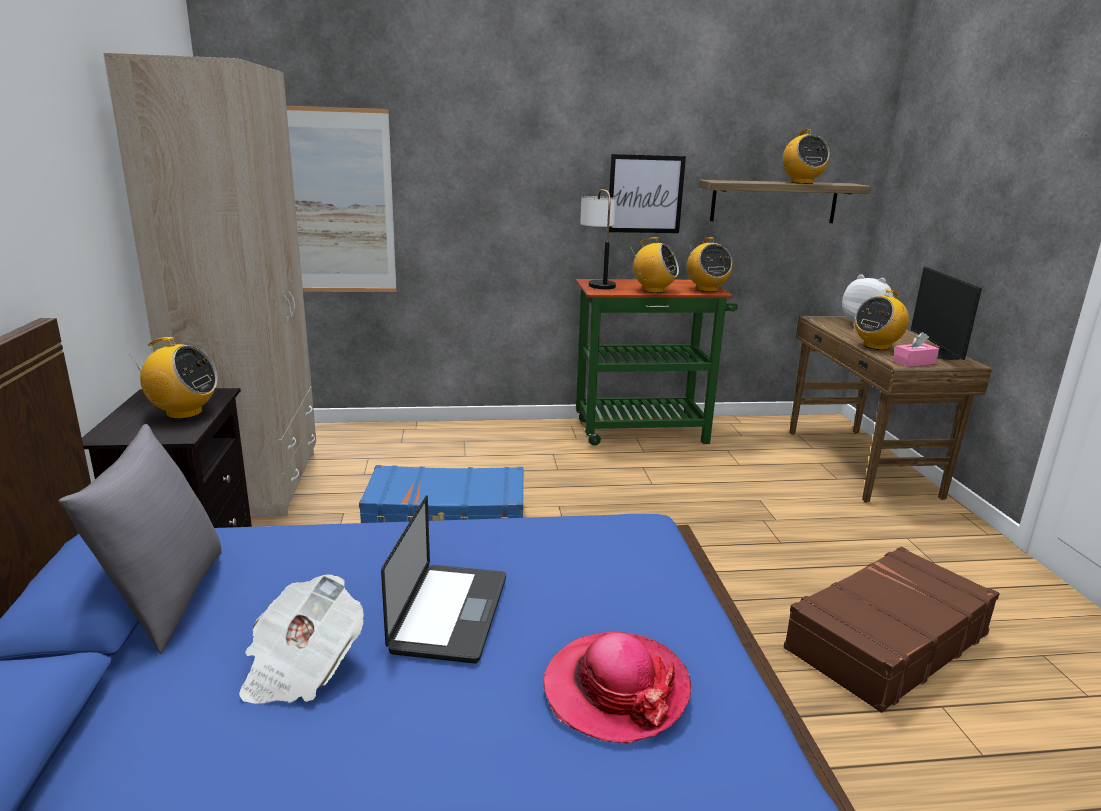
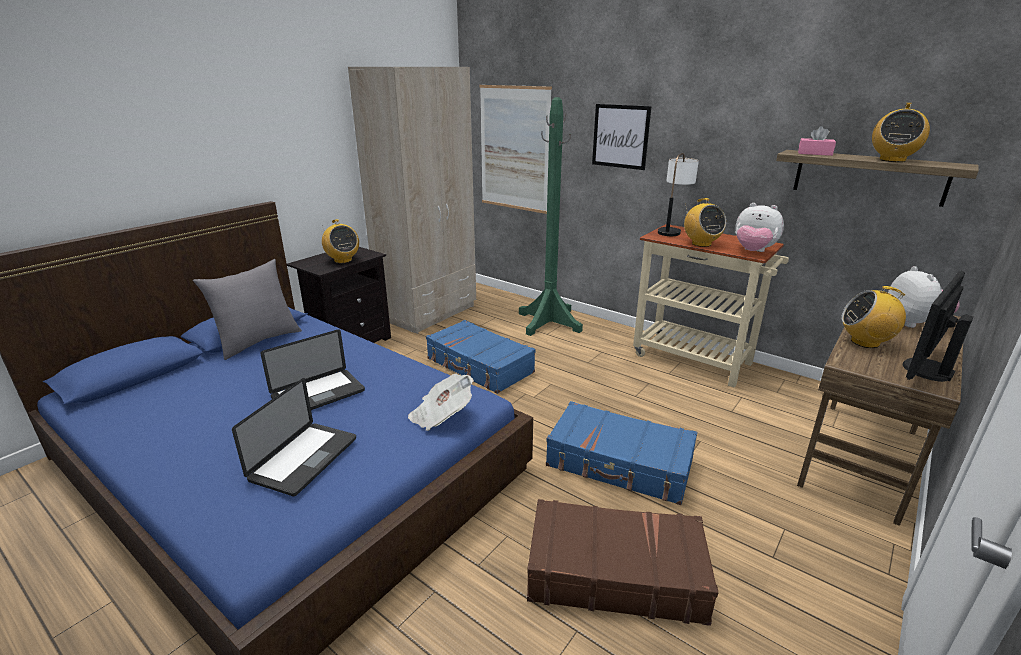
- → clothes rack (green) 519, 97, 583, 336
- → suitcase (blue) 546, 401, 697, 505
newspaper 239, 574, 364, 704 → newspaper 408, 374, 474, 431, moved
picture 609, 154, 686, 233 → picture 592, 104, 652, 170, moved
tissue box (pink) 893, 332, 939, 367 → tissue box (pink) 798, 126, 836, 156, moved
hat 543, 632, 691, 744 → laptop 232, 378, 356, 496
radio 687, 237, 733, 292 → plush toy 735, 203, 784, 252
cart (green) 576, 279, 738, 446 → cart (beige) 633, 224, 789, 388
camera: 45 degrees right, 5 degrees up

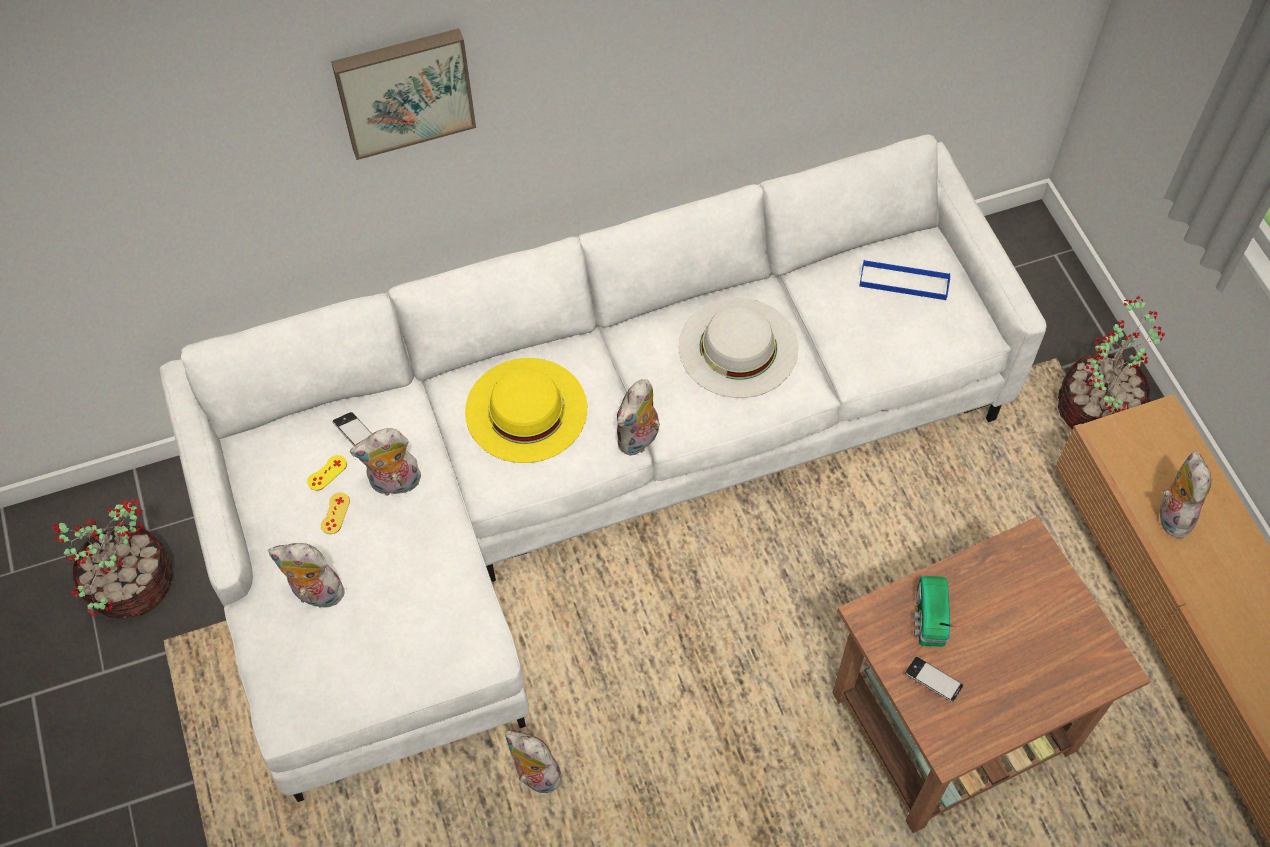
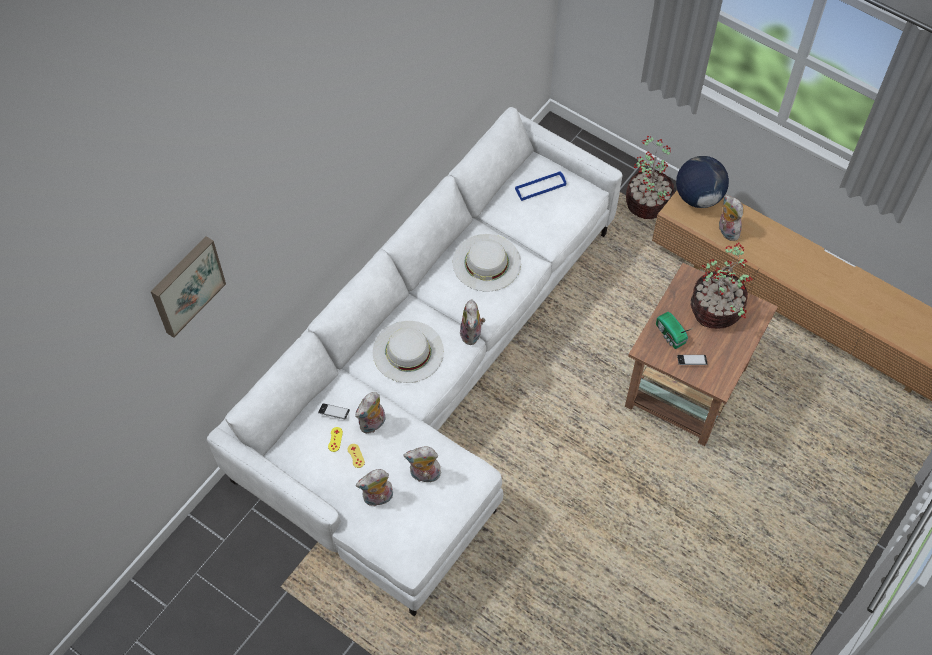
- → globe 676, 156, 729, 208
potted plant 51, 499, 173, 618 → potted plant 690, 242, 753, 329, moved
picture 331, 28, 476, 160 → picture 151, 236, 226, 338, moved
plush toy 505, 730, 562, 793 → plush toy 403, 447, 441, 482, moved
hat (yellow) 465, 358, 587, 463 → hat (white) 373, 321, 444, 383
camera: 35 degrees left, 0 degrees up

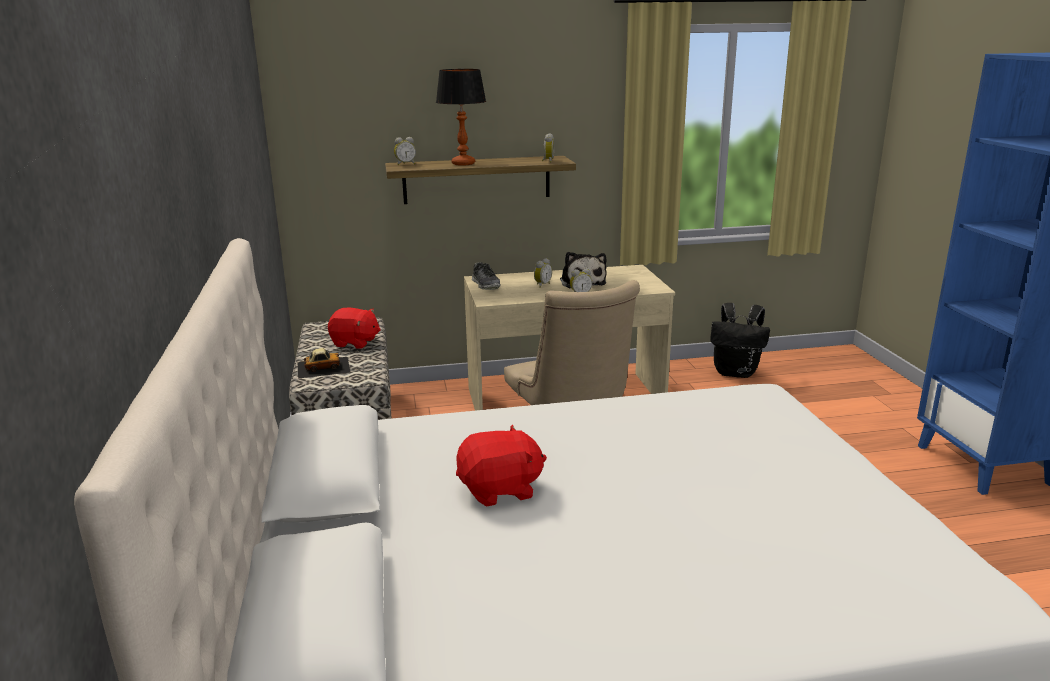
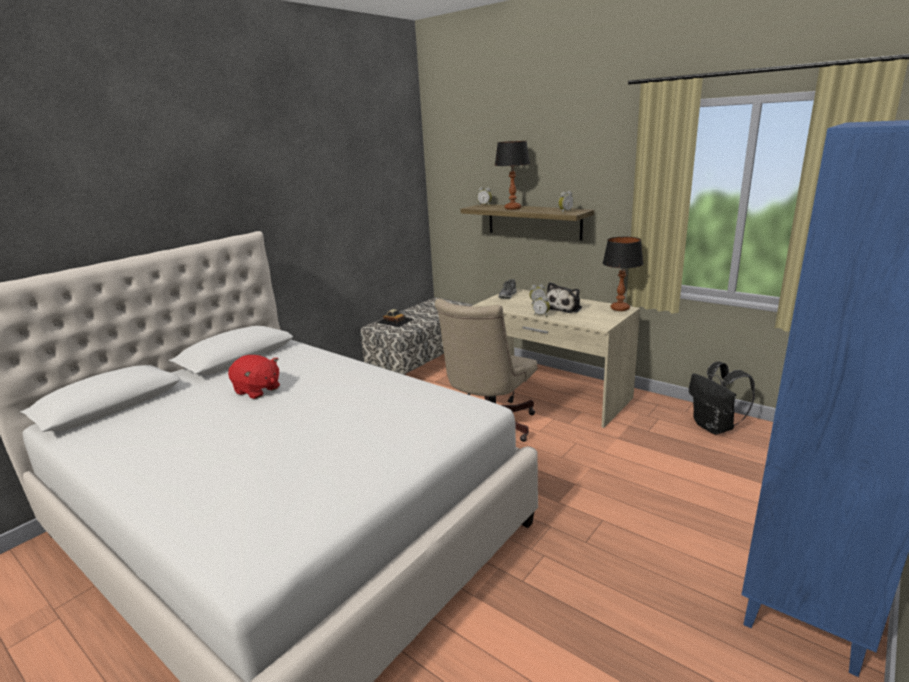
plush toy (red) 328, 308, 381, 349 → -
- → table lamp 603, 237, 644, 311
camera: 50 degrees right, 0 degrees up

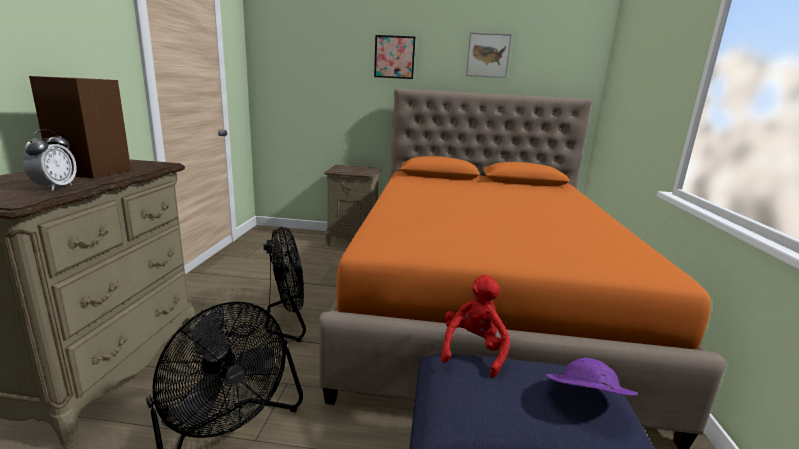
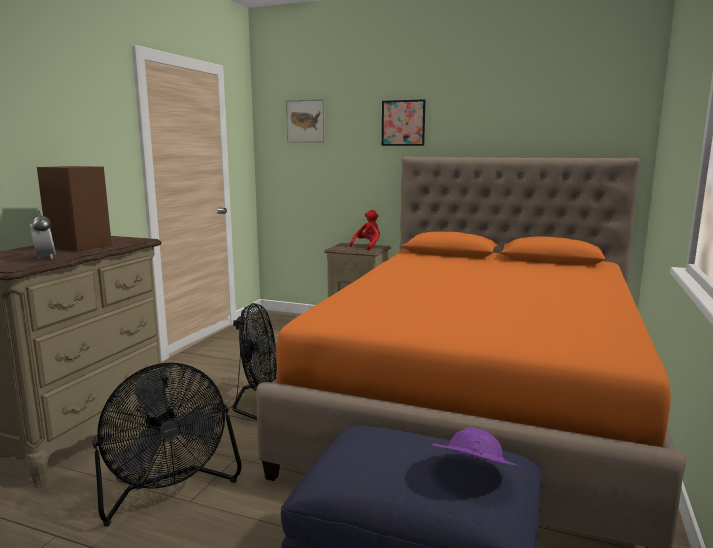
plush toy (red) 441, 275, 510, 378 → plush toy (red) 349, 210, 380, 250, moved
picture 466, 32, 512, 78 → picture 286, 99, 325, 143, moved
alarm clock 23, 129, 77, 191 → alarm clock 30, 210, 56, 259, 45 degrees counterclockwise
camera: 15 degrees right, 5 degrees down

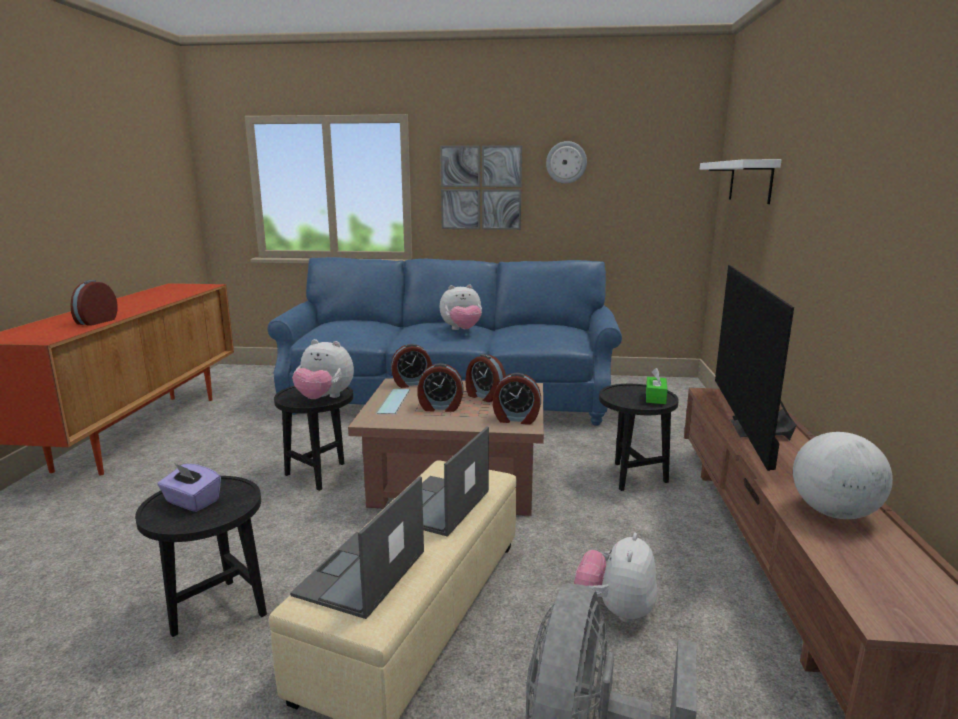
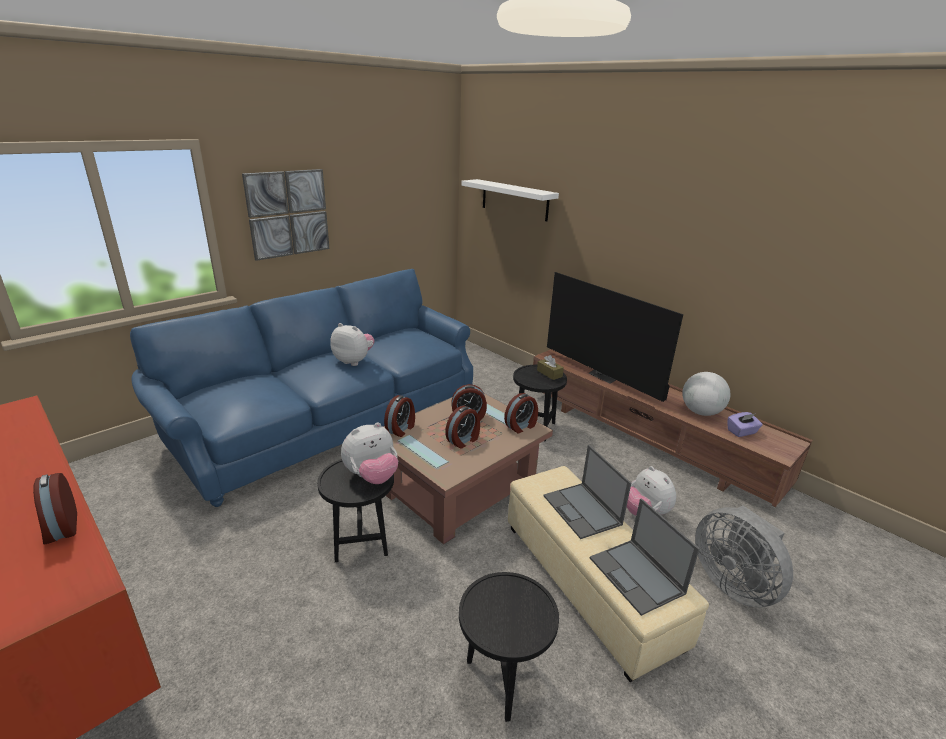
wall clock 546, 141, 587, 184 → -
tissue box (purple) 158, 463, 221, 512 → tissue box (purple) 728, 412, 763, 437, moved
tissue box (green) 646, 368, 668, 404 → tissue box (brown) 537, 355, 564, 380
plush toy 440, 284, 482, 330 → plush toy 330, 323, 374, 366, 90 degrees counterclockwise
camera: 50 degrees left, 10 degrees up

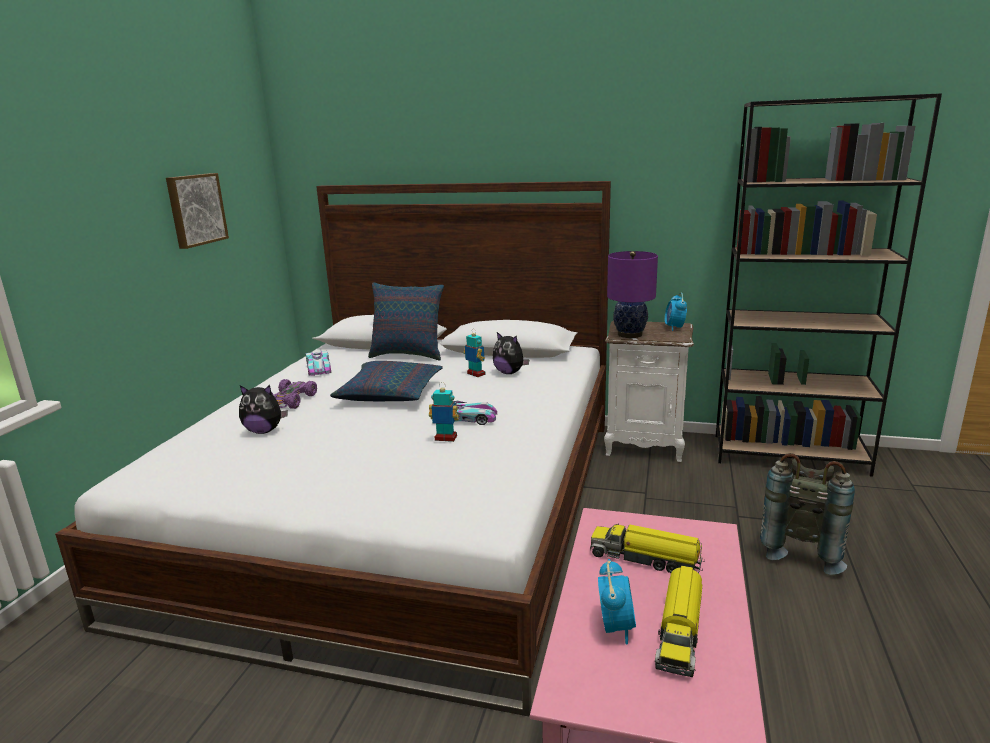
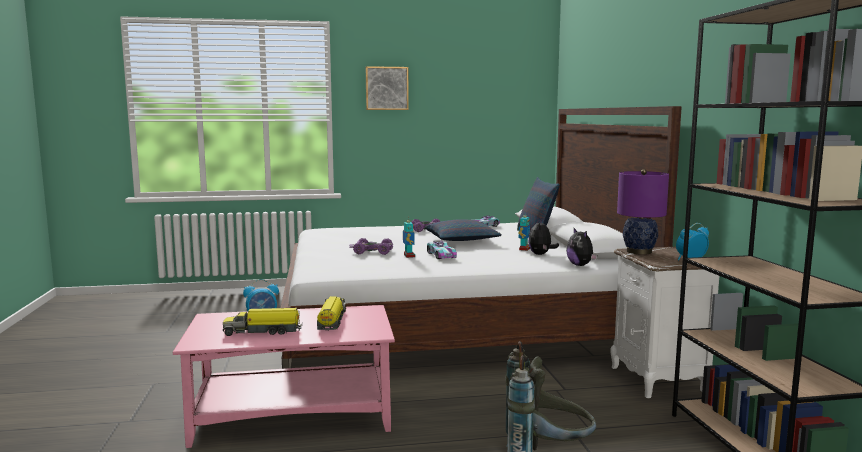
- → toy car (purple) 349, 238, 393, 255
picture 166, 173, 229, 249 → picture 366, 66, 409, 110, moved
plush toy 239, 385, 288, 434 → plush toy 566, 227, 597, 266, moved
camera: 65 degrees right, 10 degrees down

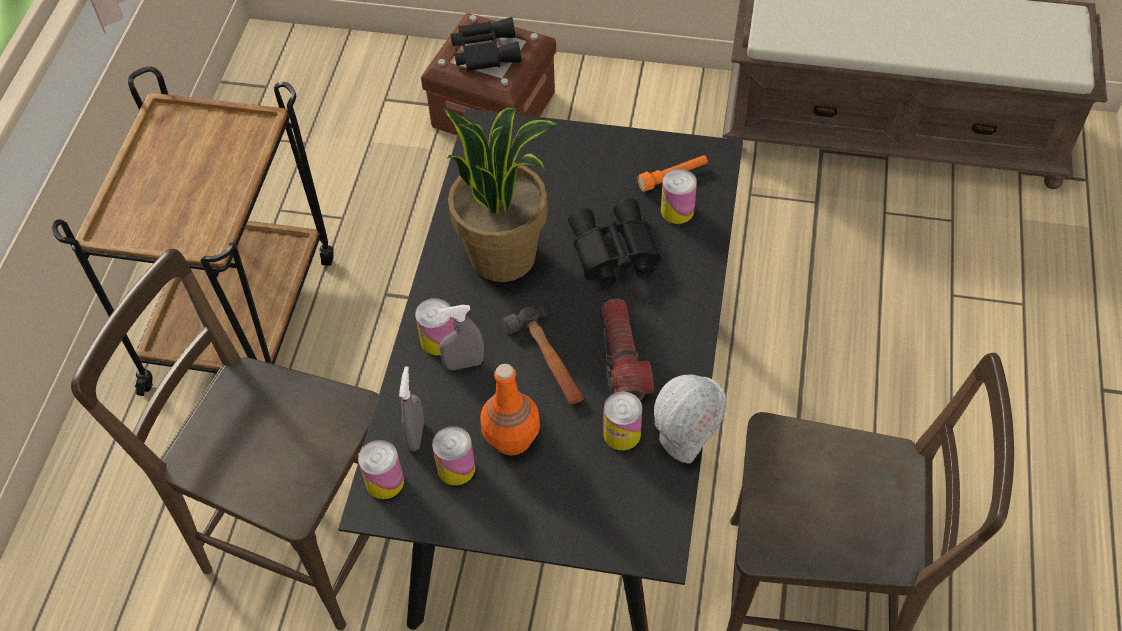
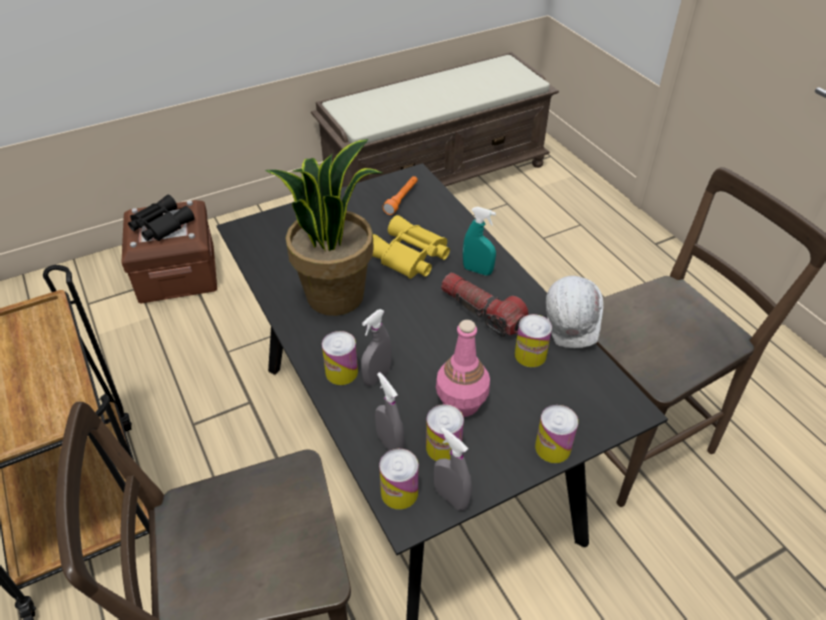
hammer 503, 306, 584, 405 → -
- → spray bottle (grey) 434, 427, 472, 511
- → spray bottle (turquoise) 463, 207, 496, 275
can 661, 169, 697, 224 → can 535, 405, 578, 463, moved
bottle (orange) 480, 364, 540, 456 → bottle (pink) 436, 320, 490, 417
binoculars (black) 568, 199, 661, 286 → binoculars (yellow) 372, 215, 450, 279
camera: 40 degrees left, 10 degrees down

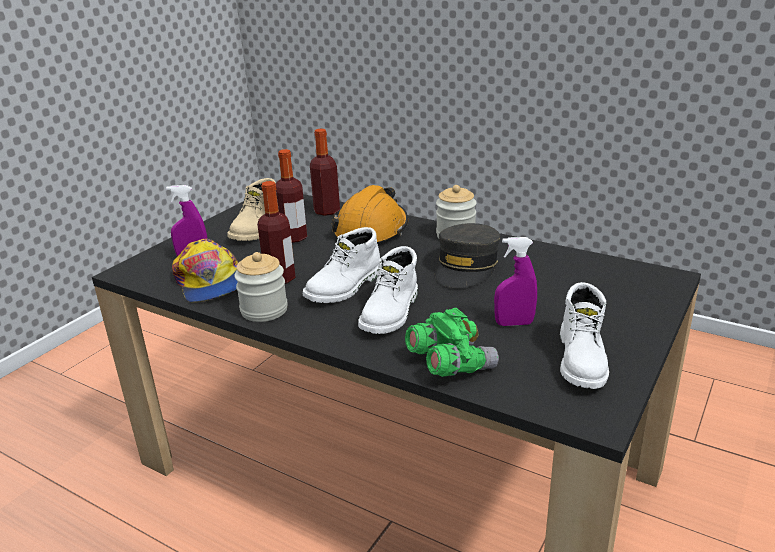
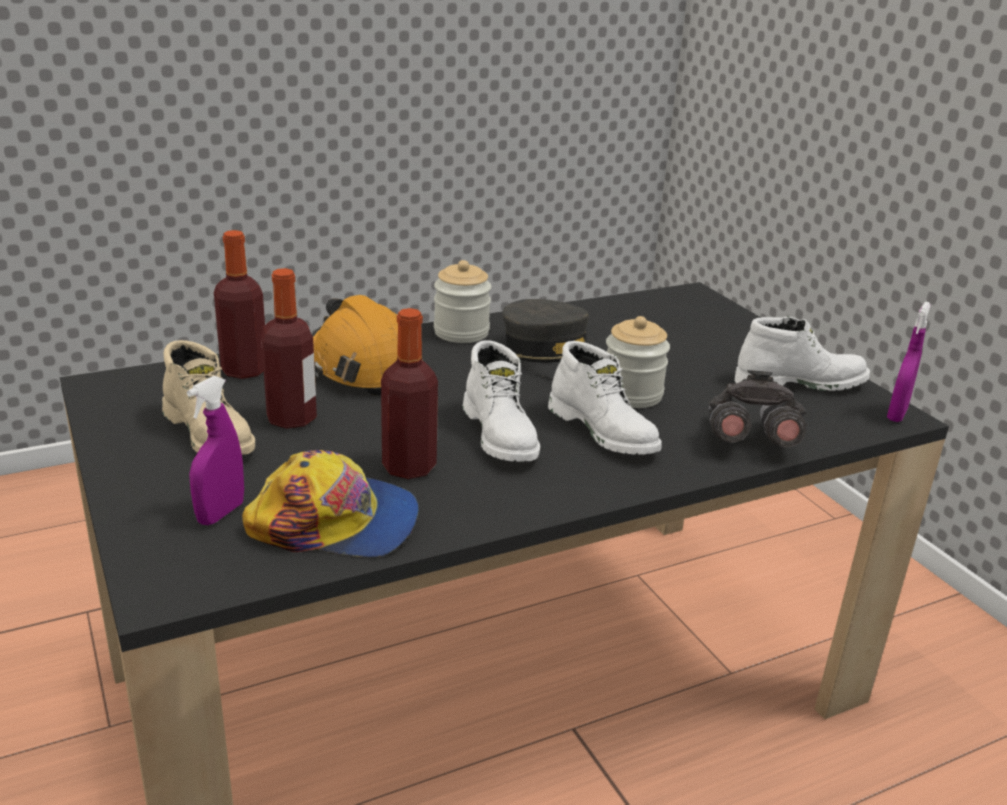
jar 234, 252, 288, 322 → jar 606, 316, 670, 408, moved
spray bottle (purple) 494, 237, 537, 326 → spray bottle (purple) 887, 302, 931, 422, moved
binoculars (green) 405, 308, 499, 377 → binoculars (grey) 709, 370, 807, 448
boot (white) 560, 282, 609, 389 → boot (white) 734, 317, 870, 391, 45 degrees counterclockwise
camera: 60 degrees left, 0 degrees up

